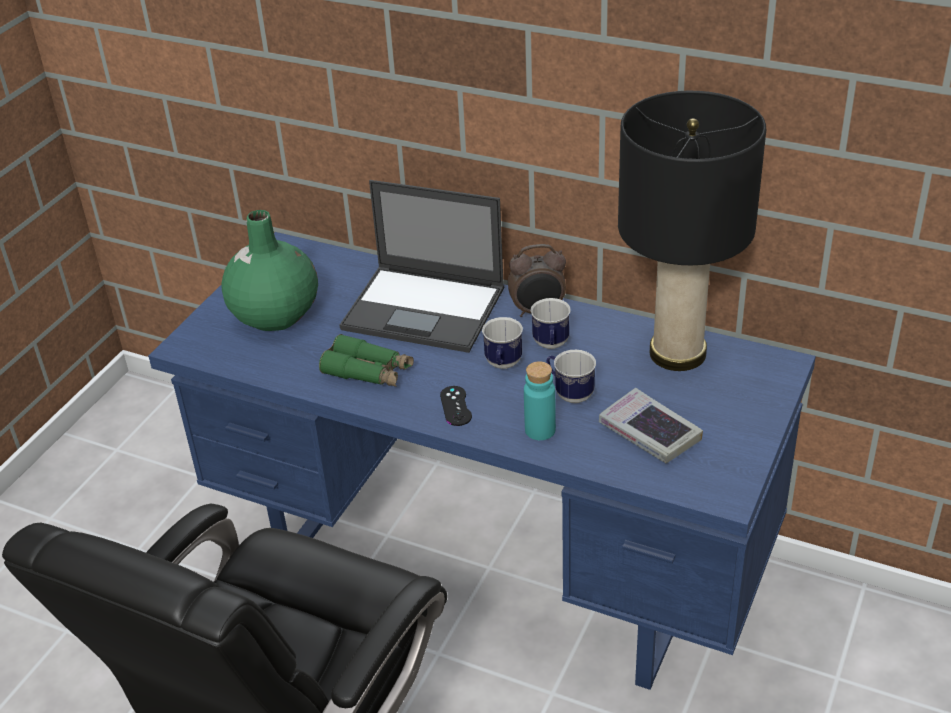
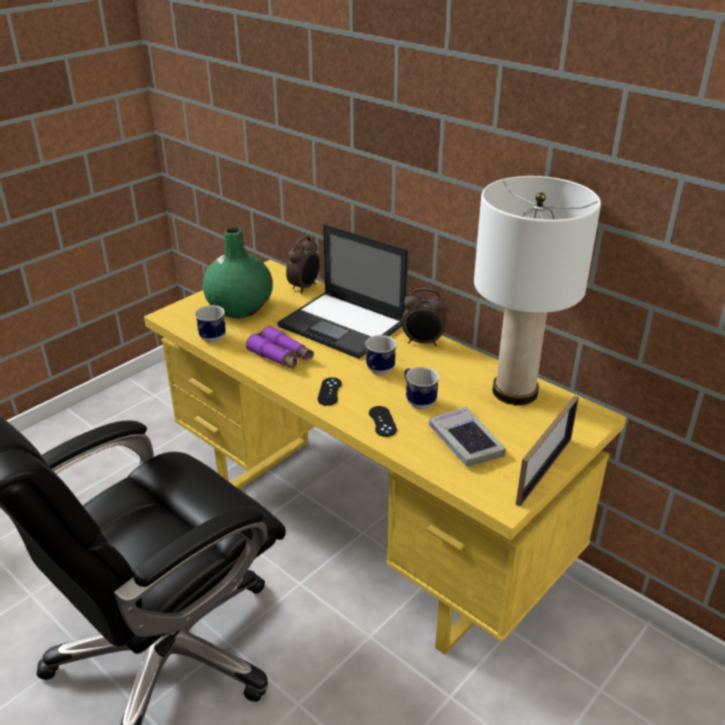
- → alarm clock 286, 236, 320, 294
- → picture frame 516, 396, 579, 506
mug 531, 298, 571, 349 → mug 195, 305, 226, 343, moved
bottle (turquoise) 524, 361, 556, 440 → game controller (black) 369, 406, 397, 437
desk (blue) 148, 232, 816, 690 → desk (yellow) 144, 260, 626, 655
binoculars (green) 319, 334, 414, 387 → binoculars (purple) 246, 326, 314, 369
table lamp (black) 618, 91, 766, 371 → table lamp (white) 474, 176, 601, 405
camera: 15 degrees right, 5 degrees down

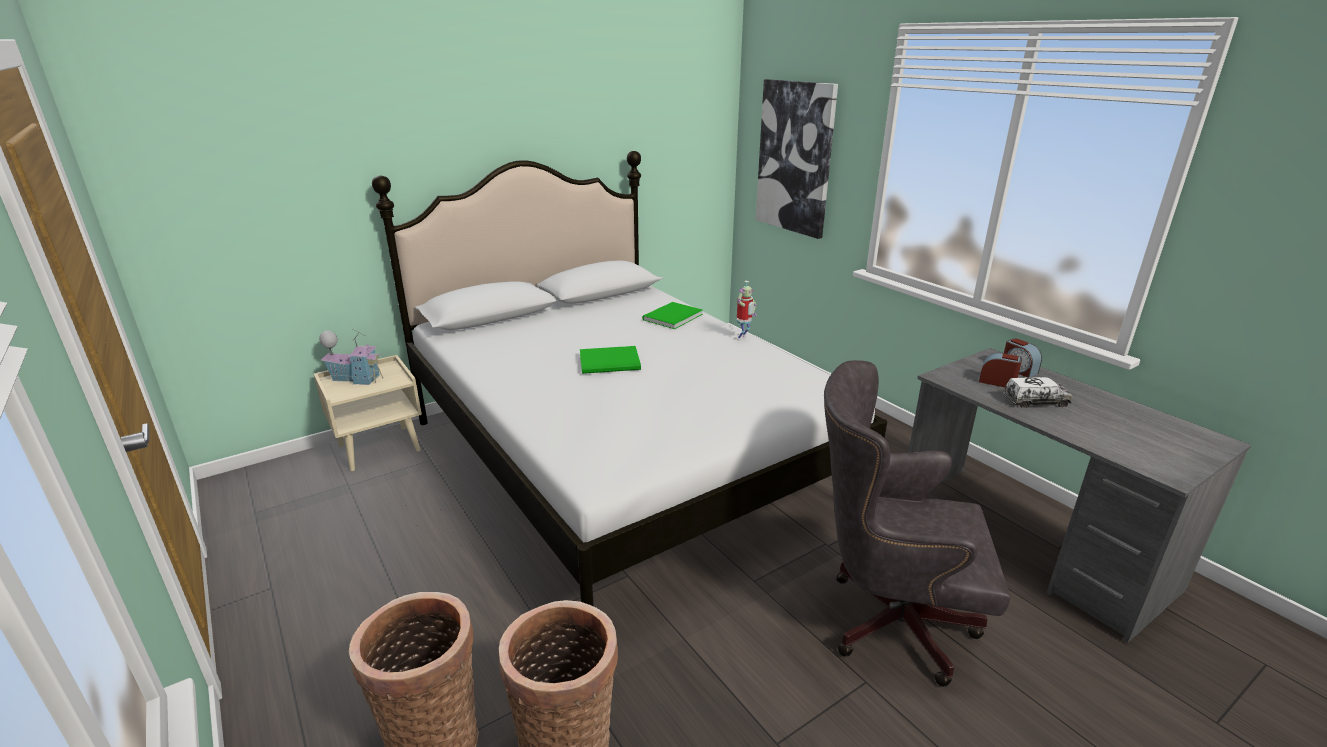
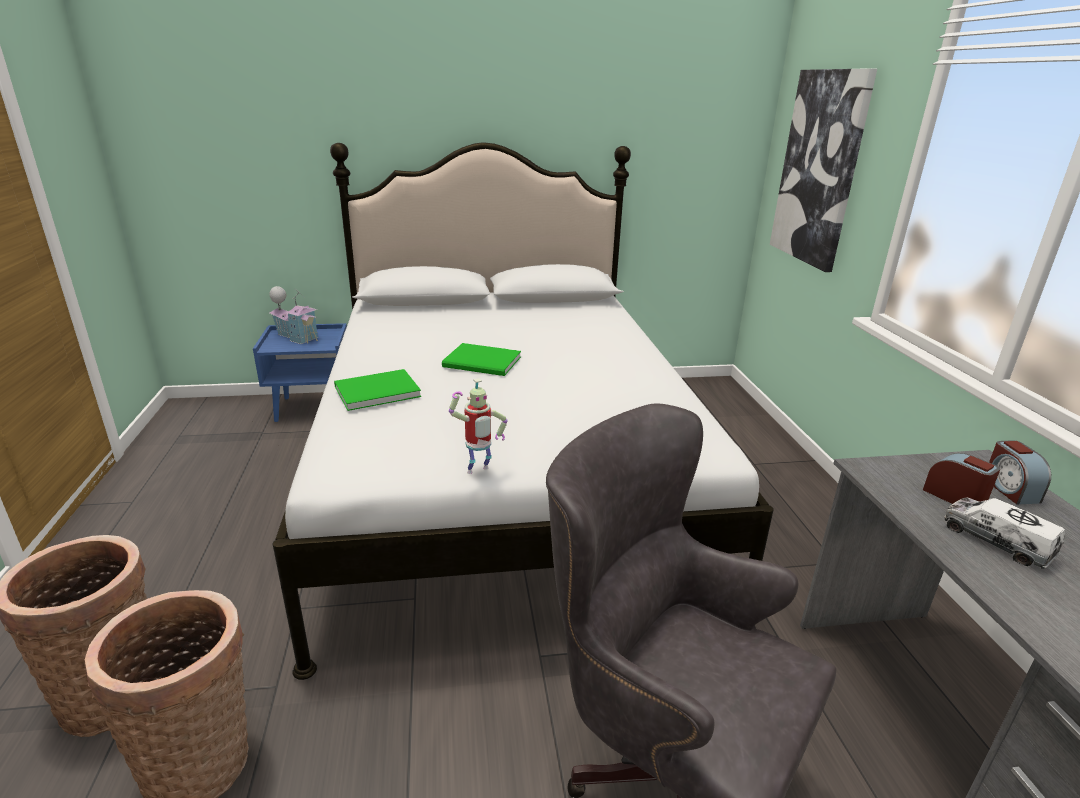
book (green) 642, 302, 703, 329 → book (green) 334, 369, 421, 411, moved
toy robot 737, 281, 756, 341 → toy robot 449, 378, 507, 474, moved
nightstand (beige) 314, 355, 422, 471 → nightstand (blue) 253, 323, 347, 422
toy truck 1003, 377, 1073, 408 → toy truck 944, 498, 1065, 569, 150 degrees counterclockwise
camera: 25 degrees right, 0 degrees up

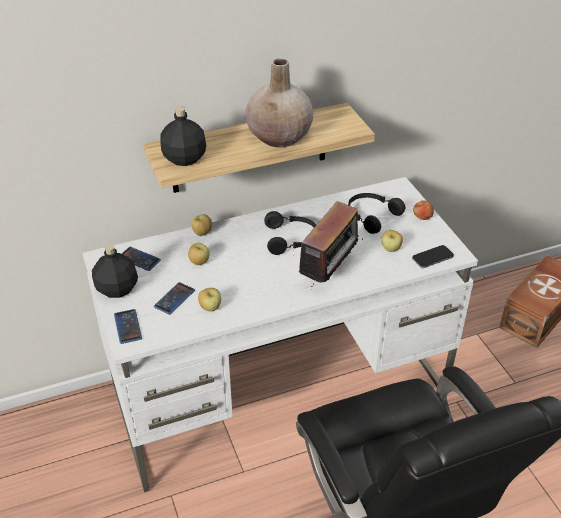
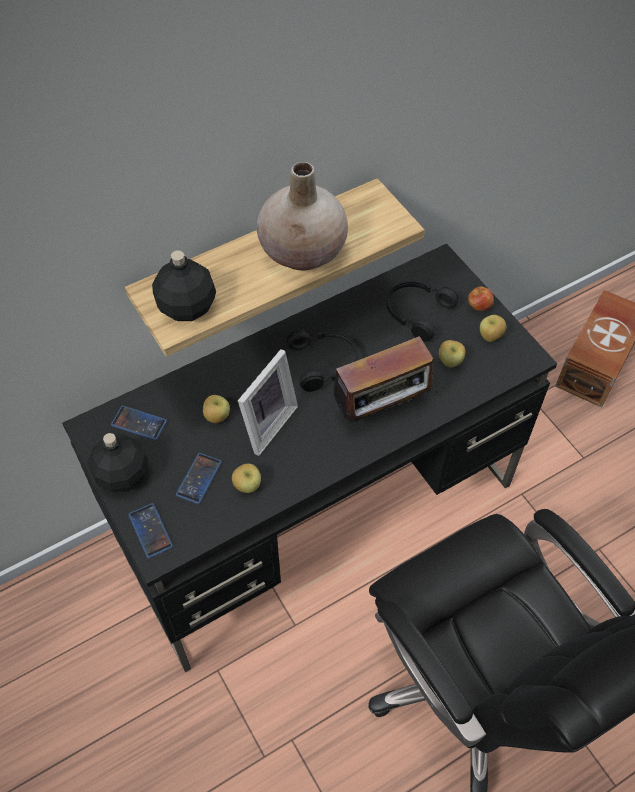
phone 412, 245, 454, 268 → -
- → picture frame 238, 349, 298, 456
apple 191, 214, 212, 236 → apple 480, 315, 506, 342, moved
desk (white) 83, 177, 478, 492 → desk (black) 62, 244, 557, 672
radio 293, 201, 363, 287 → radio 333, 336, 439, 423, 45 degrees clockwise
camera: 10 degrees left, 15 degrees up

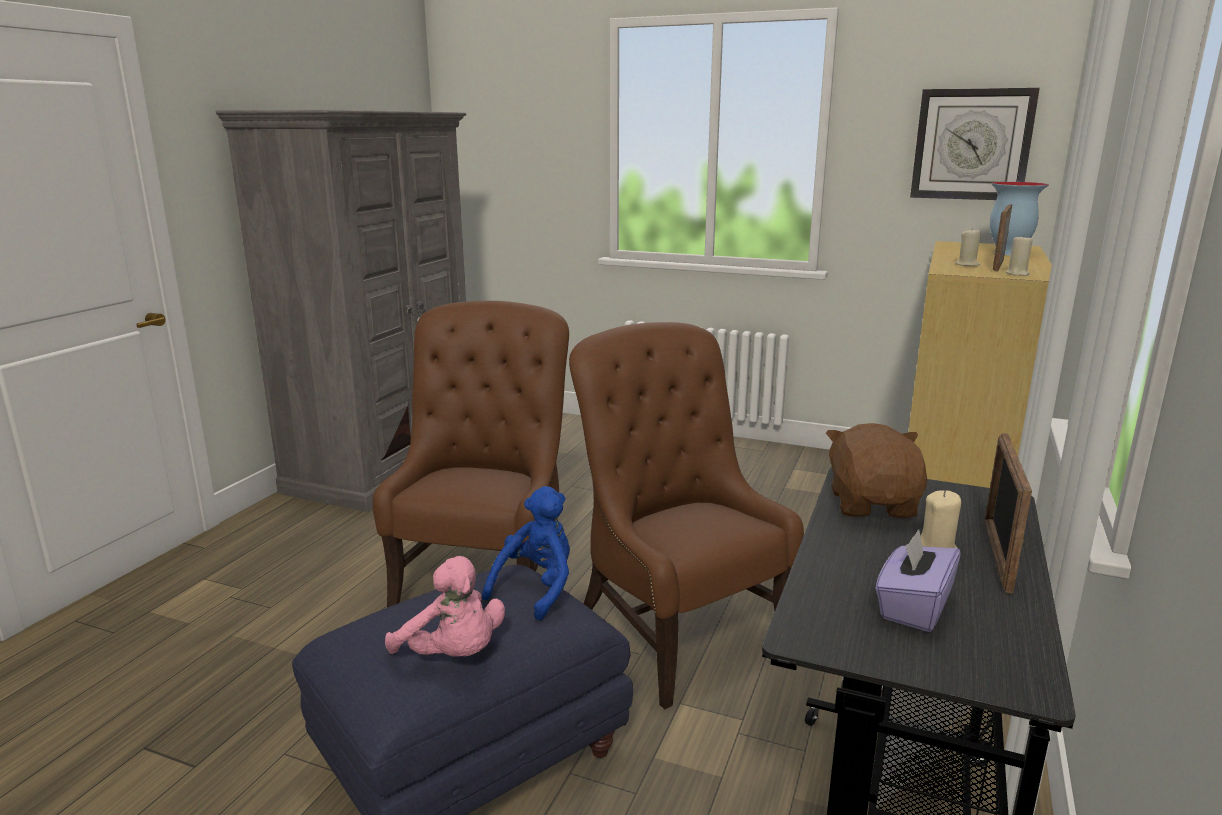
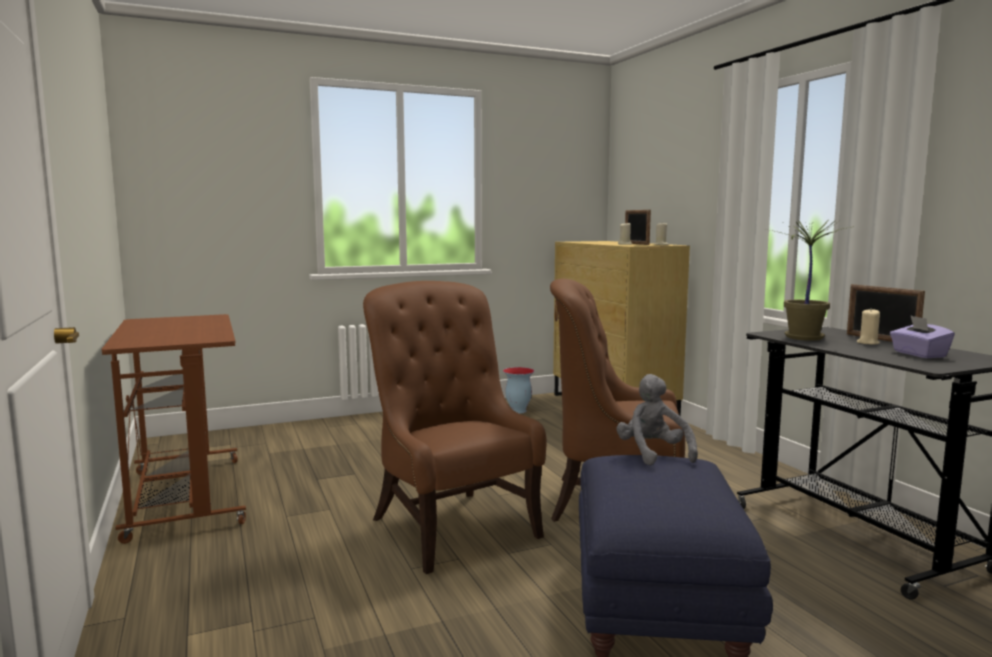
plush toy (pink) 385, 556, 505, 657 → -
wall clock 910, 88, 1040, 200 → -
vase 990, 182, 1049, 255 → vase 503, 367, 535, 414, moved
wardrobe (grey) 216, 110, 467, 512 → desk (brown) 102, 314, 246, 544
plush toy (brown) 826, 423, 927, 518 → potted plant 763, 219, 854, 341
plush toy (blue) 482, 486, 570, 620 → plush toy (grey) 616, 374, 698, 466
camera: 45 degrees left, 10 degrees down

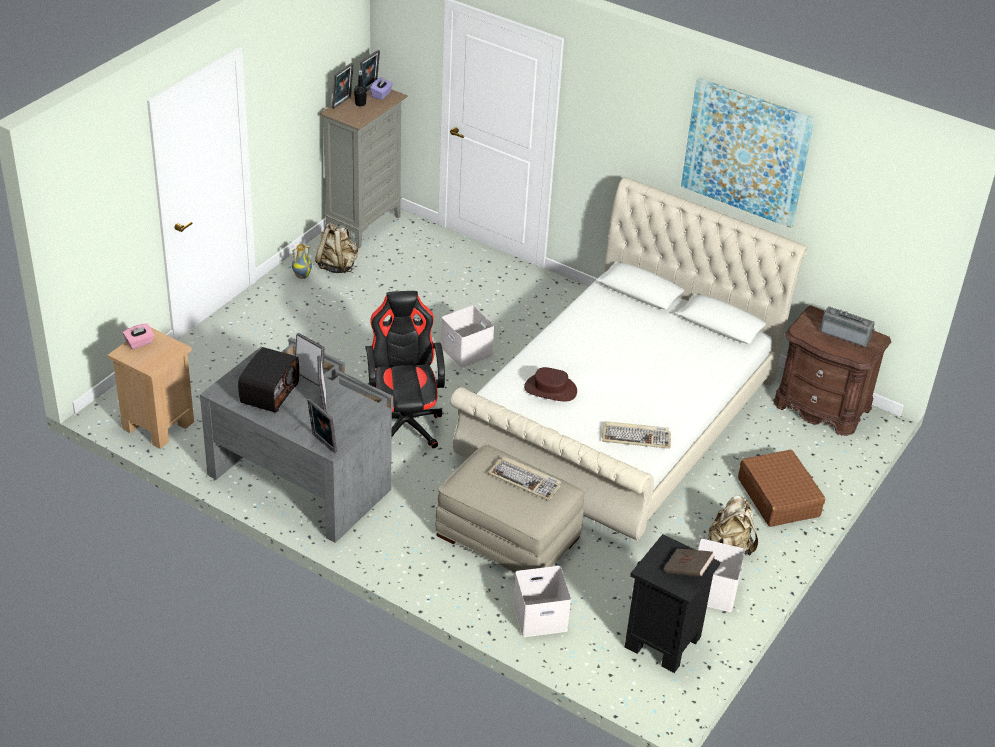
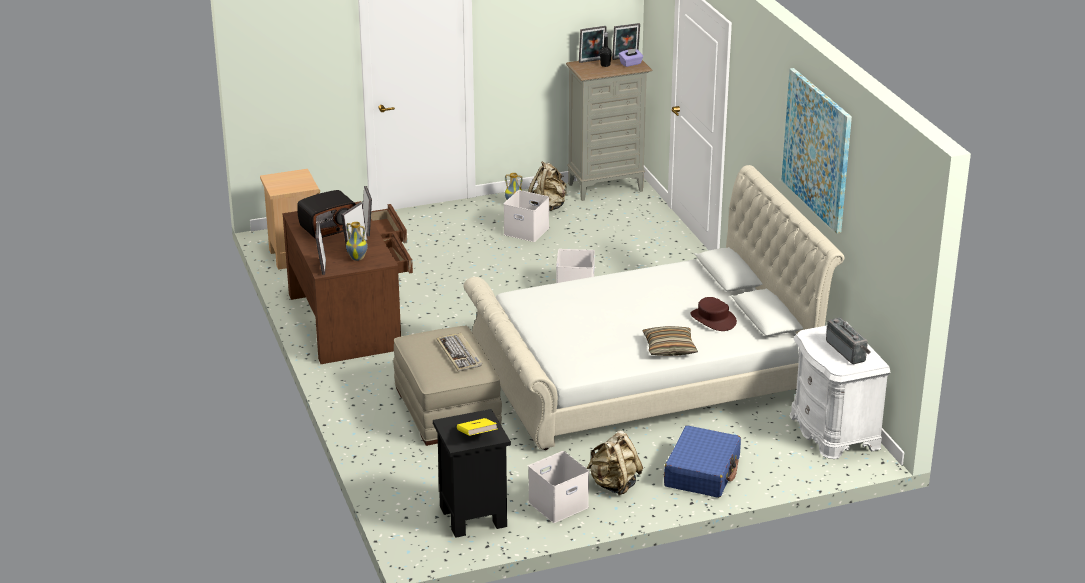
tissue box (pink) 123, 324, 154, 349 → -
office chair (black) 365, 291, 445, 448 → -
keyboard 602, 421, 671, 449 → -
- → vase 346, 222, 368, 261
- → pillow 643, 326, 698, 356
storage box (white) 513, 566, 571, 637 → storage box (white) 504, 190, 549, 242, moved
hat (brown) 524, 367, 577, 401 → hat (brown) 691, 297, 737, 331, moved
desk (grey) 200, 337, 393, 543 → desk (brown) 282, 201, 413, 364
book (brown) 664, 548, 715, 577 → book (yellow) 457, 418, 497, 436
suitcase (brown) 738, 450, 825, 527 → suitcase (blue) 664, 425, 741, 498
nightstand (brown) 773, 305, 891, 436 → nightstand (white) 790, 322, 891, 459
camera: 40 degrees right, 10 degrees down

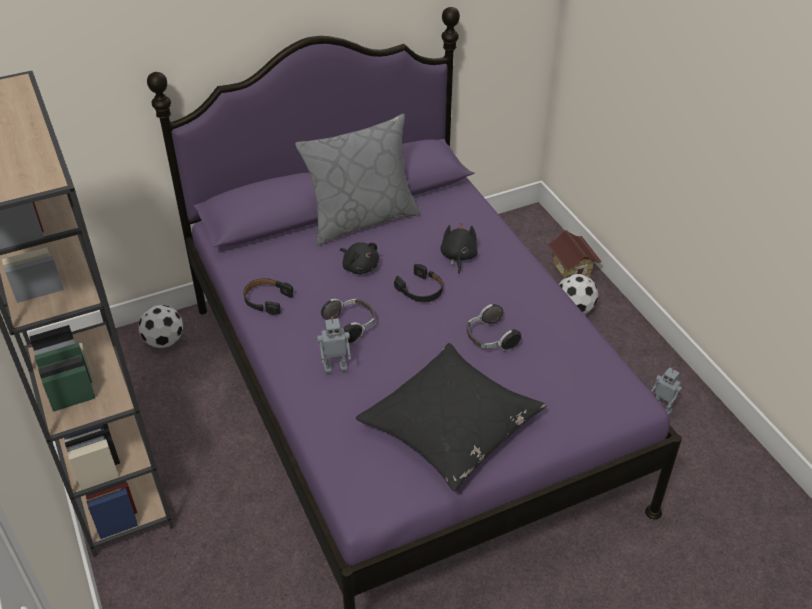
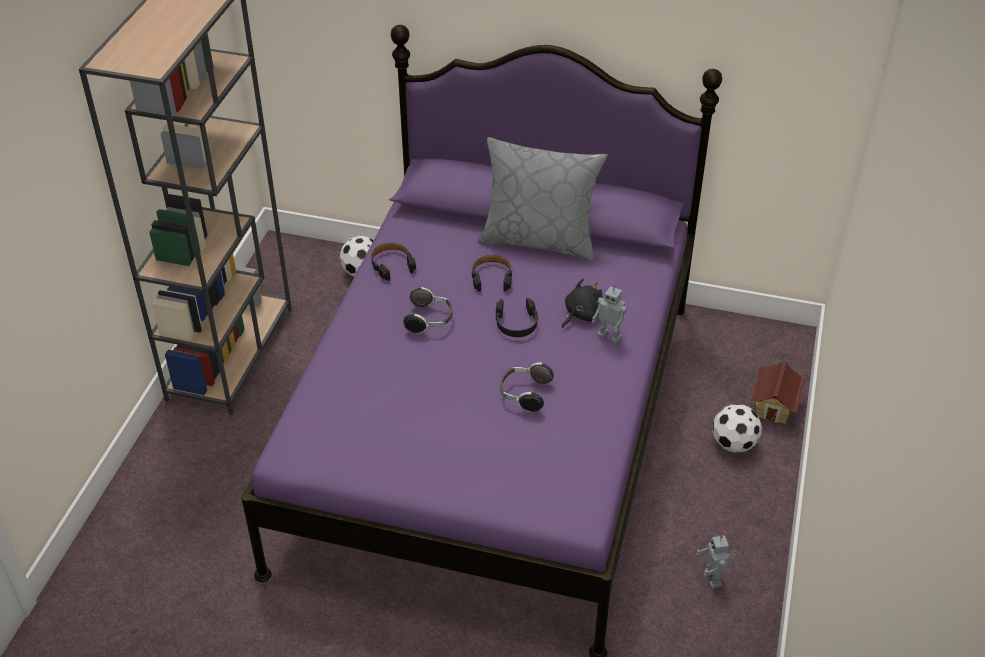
pillow (black) 356, 343, 547, 491 → -
toy robot 317, 316, 351, 374 → toy robot 592, 285, 627, 344, moved
plush toy (black) 340, 242, 379, 274 → headphones (black) 472, 255, 512, 292
camera: 40 degrees right, 0 degrees up

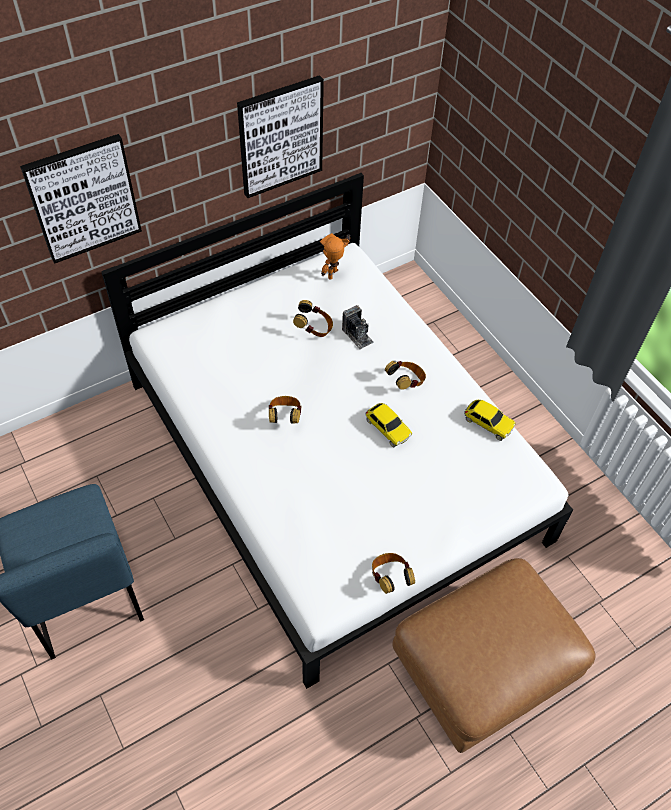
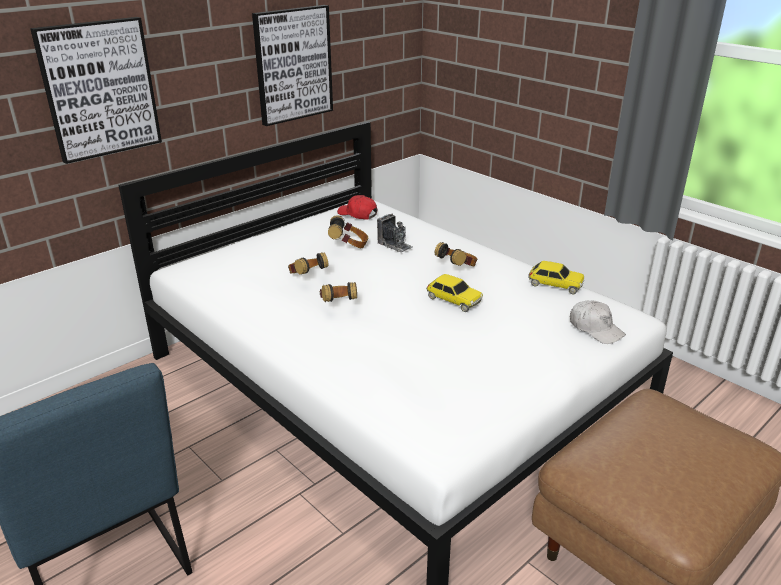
- → cap (white) 570, 300, 626, 344
headphones 372, 553, 415, 594 → headphones 288, 252, 329, 275, moved
toy robot 320, 233, 350, 280 → cap (red) 337, 195, 377, 220
camera: 10 degrees left, 25 degrees down

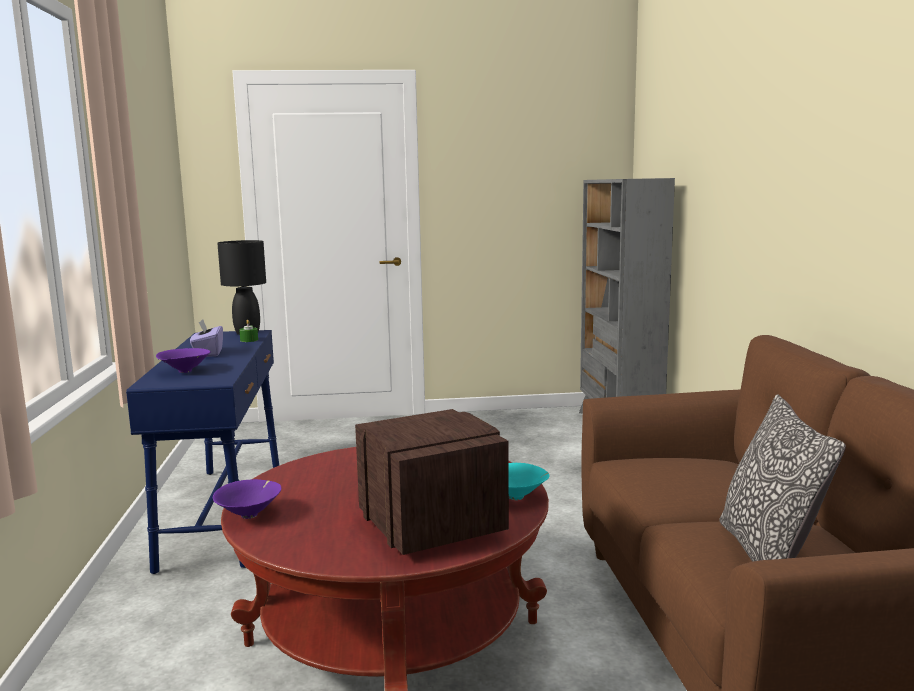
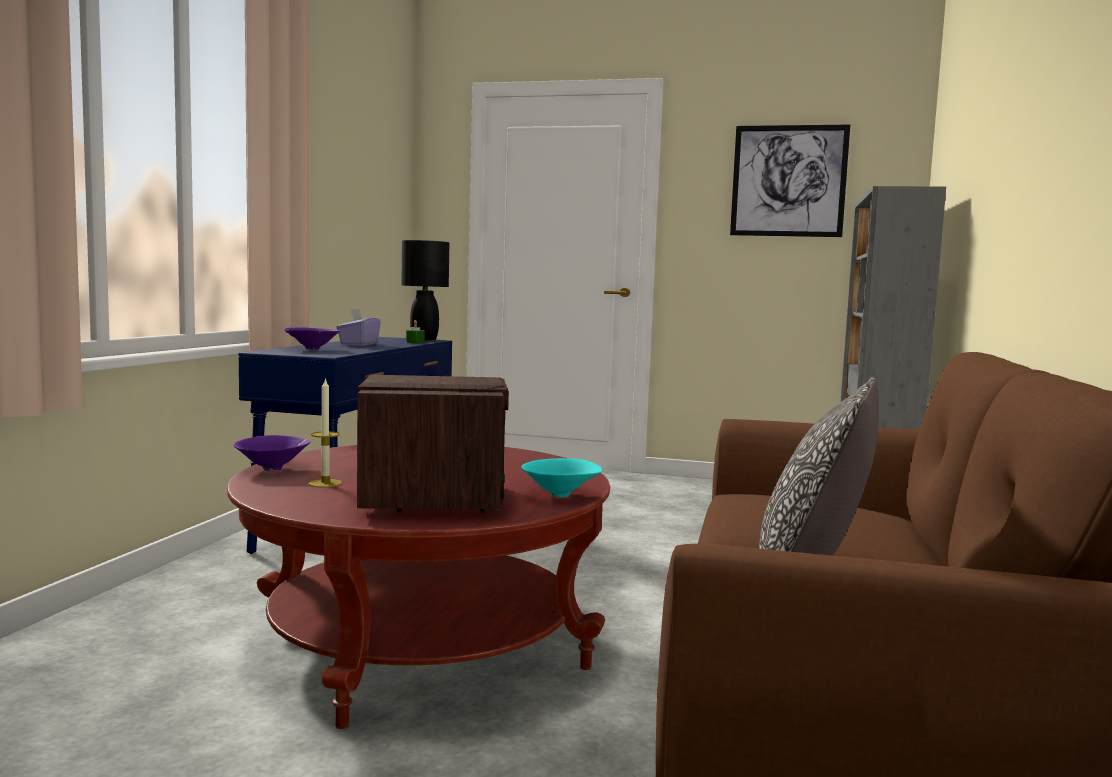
- → candle 308, 377, 342, 488
- → picture 730, 125, 850, 237
camera: 20 degrees right, 5 degrees down

